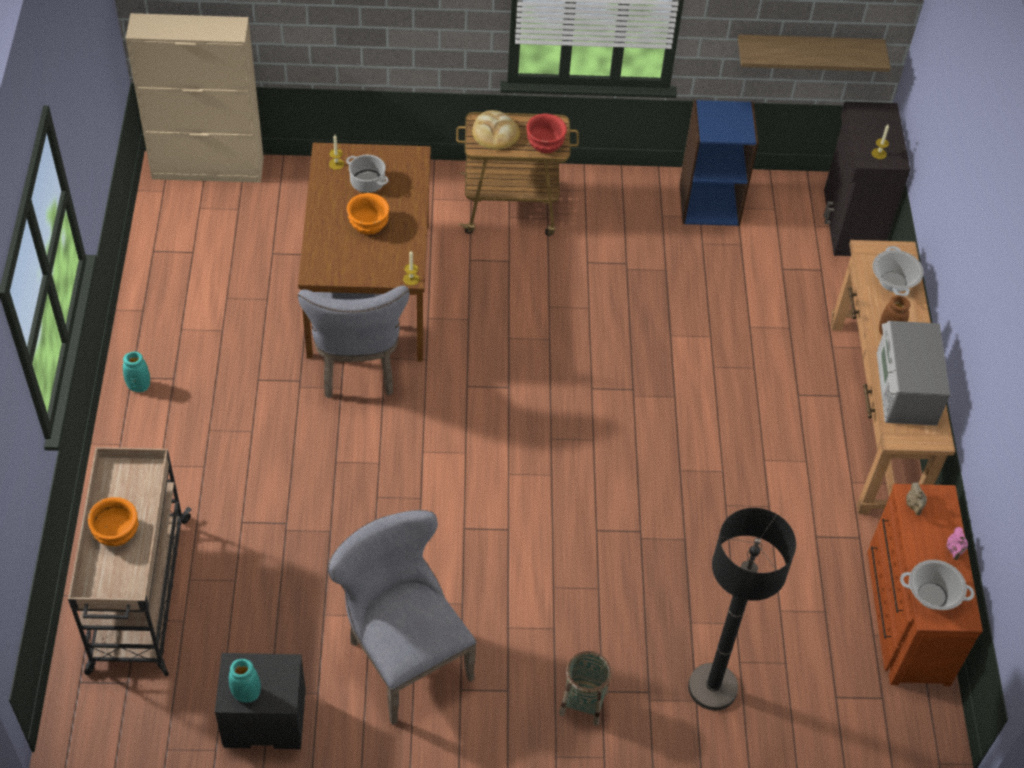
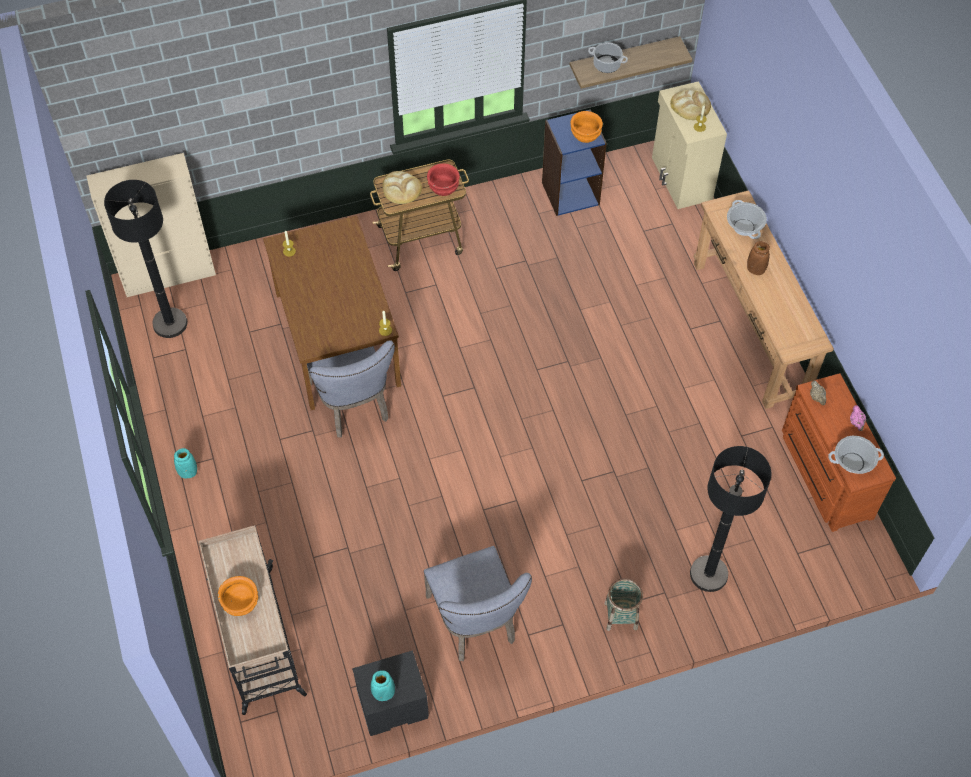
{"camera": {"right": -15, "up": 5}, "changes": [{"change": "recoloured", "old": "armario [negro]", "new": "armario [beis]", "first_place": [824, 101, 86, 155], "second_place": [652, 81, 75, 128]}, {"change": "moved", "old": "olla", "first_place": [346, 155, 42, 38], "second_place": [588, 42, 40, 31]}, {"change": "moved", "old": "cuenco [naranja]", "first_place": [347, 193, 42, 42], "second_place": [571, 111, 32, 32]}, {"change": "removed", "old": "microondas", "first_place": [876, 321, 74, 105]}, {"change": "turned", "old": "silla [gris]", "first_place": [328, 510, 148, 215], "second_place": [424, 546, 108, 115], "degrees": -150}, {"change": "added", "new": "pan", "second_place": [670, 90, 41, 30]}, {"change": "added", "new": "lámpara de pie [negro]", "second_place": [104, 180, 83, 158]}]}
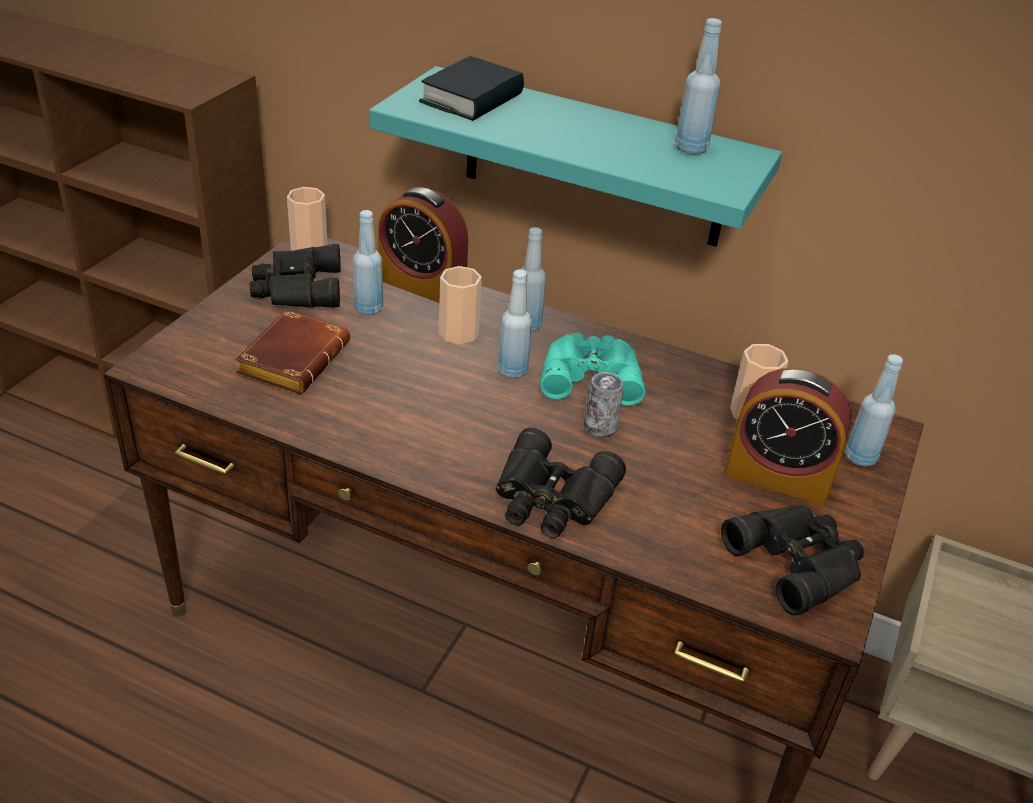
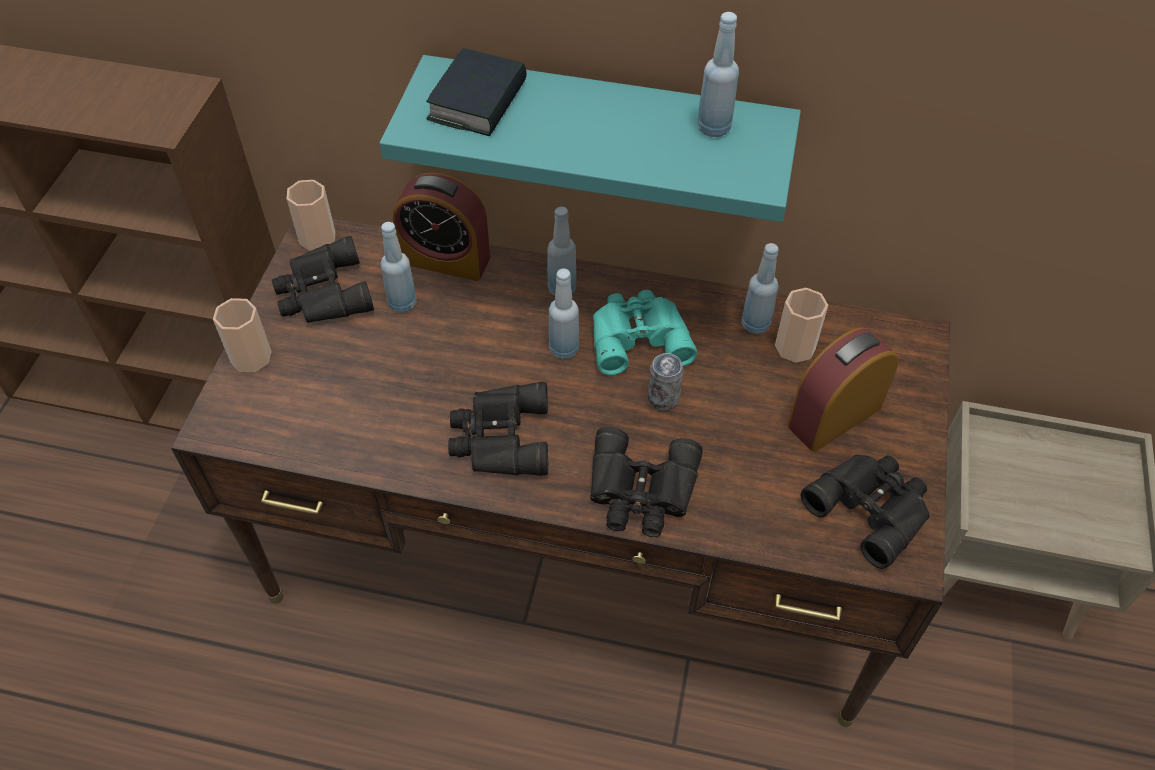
{"camera": {"right": -10, "up": 15}, "changes": [{"change": "moved", "old": "taza", "first_place": [439, 266, 43, 78], "second_place": [213, 298, 59, 74]}, {"change": "removed", "old": "libro [marrón]", "first_place": [235, 309, 115, 85]}, {"change": "moved", "old": "botella [azul]", "first_place": [845, 354, 58, 113], "second_place": [741, 243, 38, 91]}, {"change": "turned", "old": "despertador", "first_place": [724, 368, 127, 137], "second_place": [787, 328, 112, 124], "degrees": 135}, {"change": "added", "new": "prismáticos [negro]", "second_place": [448, 382, 100, 94]}]}
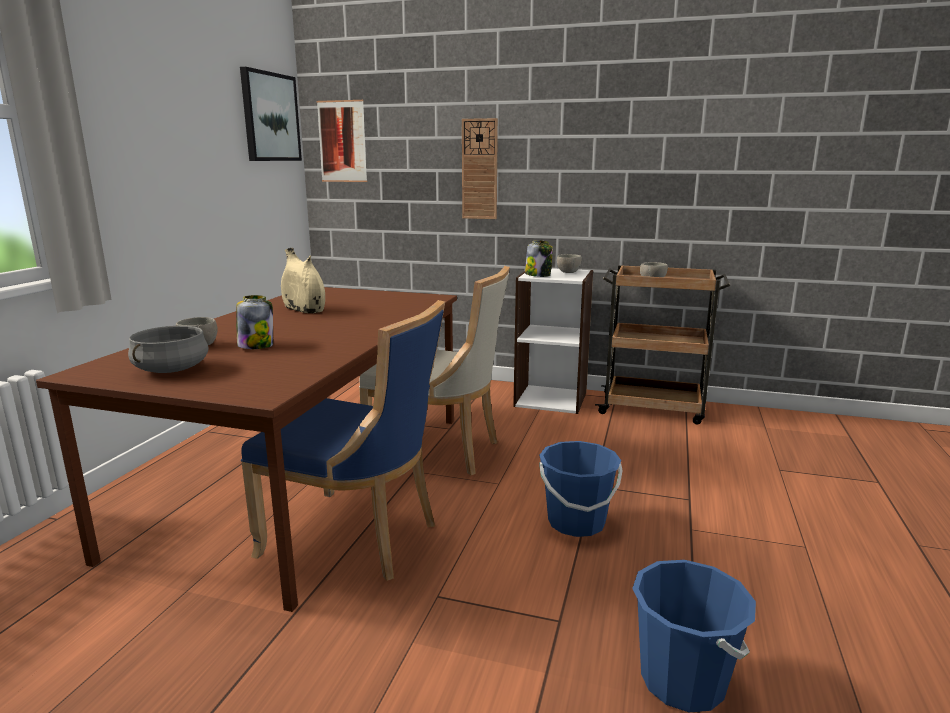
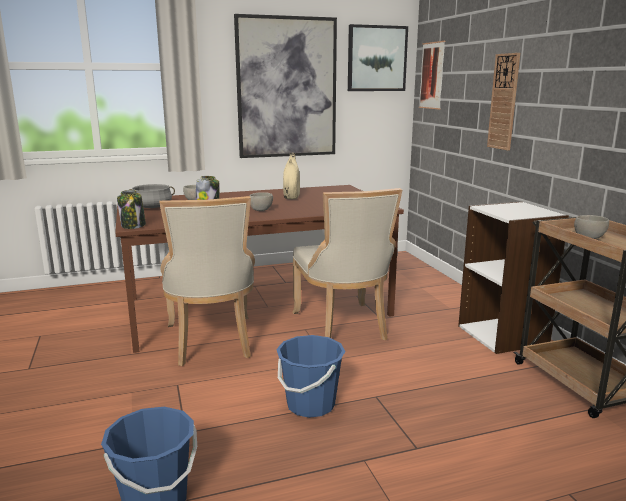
{"camera": {"right": 55, "up": 0}, "changes": [{"change": "moved", "old": "tarro", "first_place": [525, 240, 28, 37], "second_place": [117, 190, 29, 39]}, {"change": "moved", "old": "cuenco [gris]", "first_place": [557, 254, 25, 19], "second_place": [250, 192, 23, 19]}, {"change": "recoloured", "old": "silla [azul]", "new": "silla [beis]", "first_place": [241, 300, 204, 281], "second_place": [160, 196, 95, 170]}, {"change": "added", "new": "cuadro", "second_place": [234, 14, 103, 144]}]}
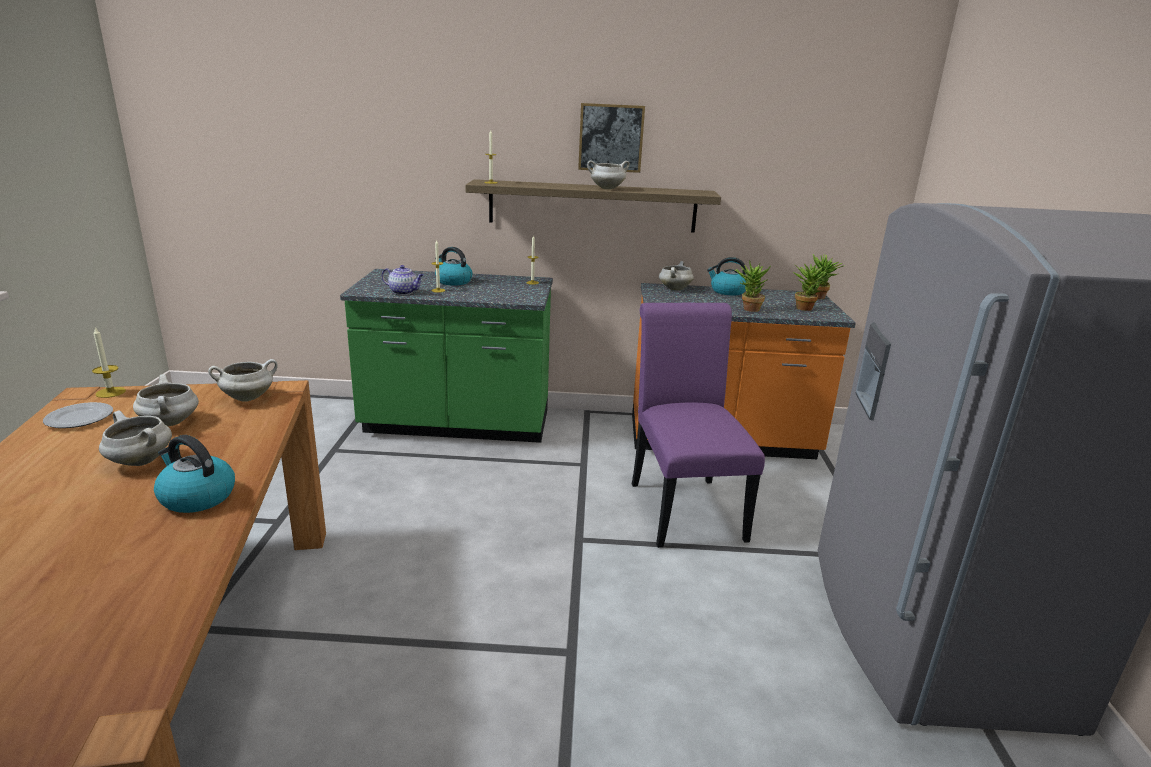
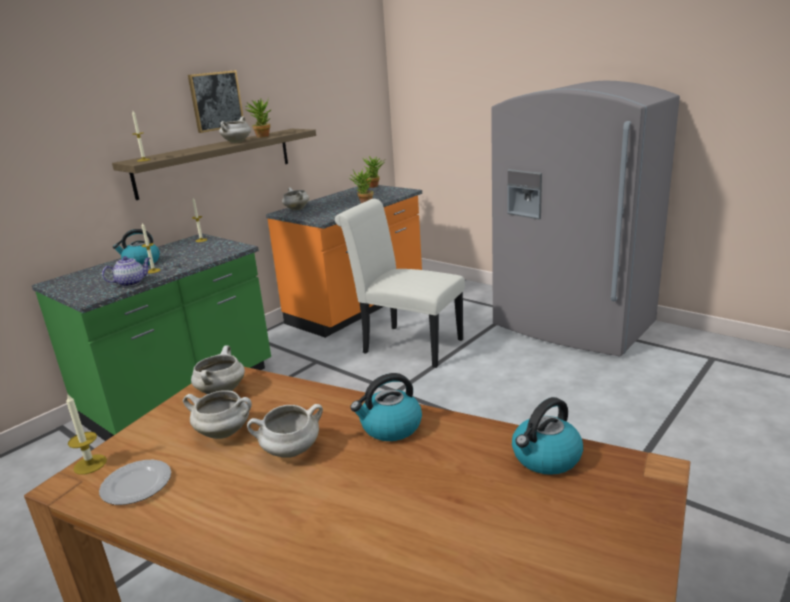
{"camera": {"right": -50, "up": 0}, "changes": [{"change": "moved", "old": "hervidor", "first_place": [707, 257, 39, 38], "second_place": [512, 397, 71, 78]}, {"change": "moved", "old": "planta en maceta", "first_place": [793, 264, 35, 47], "second_place": [244, 99, 28, 39]}, {"change": "recoloured", "old": "silla [morado]", "new": "silla [blanco]", "first_place": [632, 303, 133, 245], "second_place": [335, 199, 130, 169]}]}
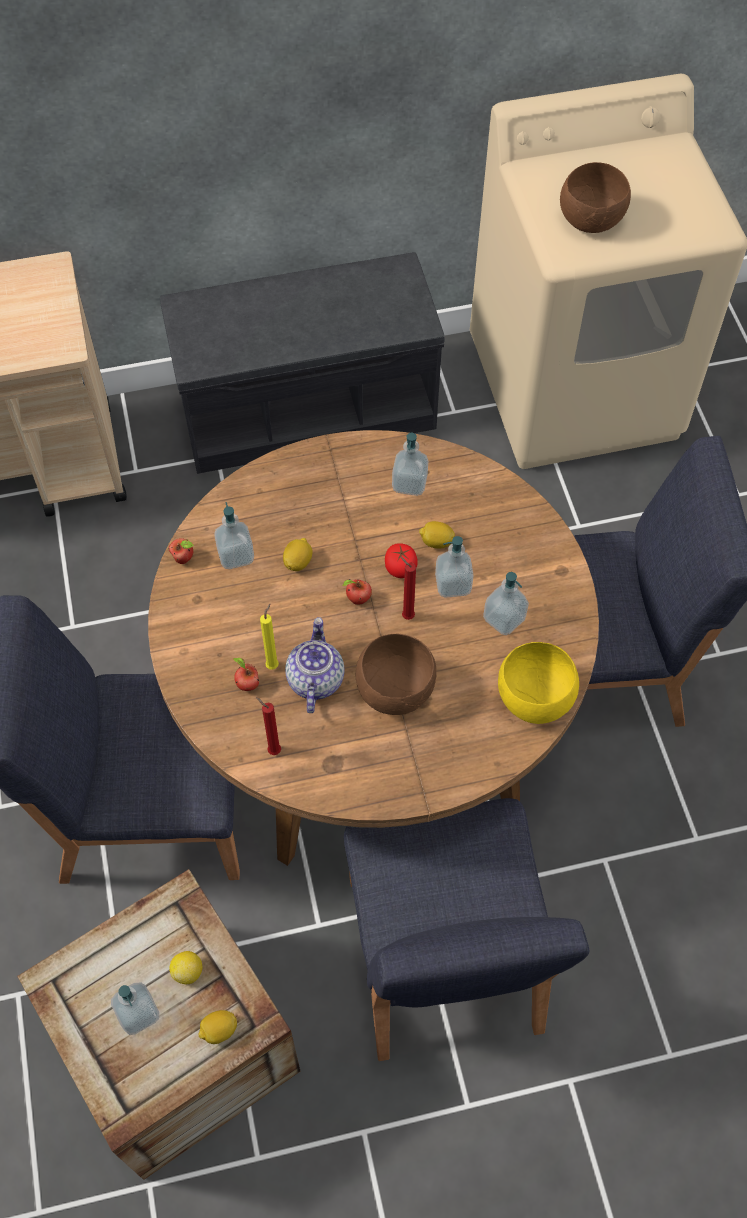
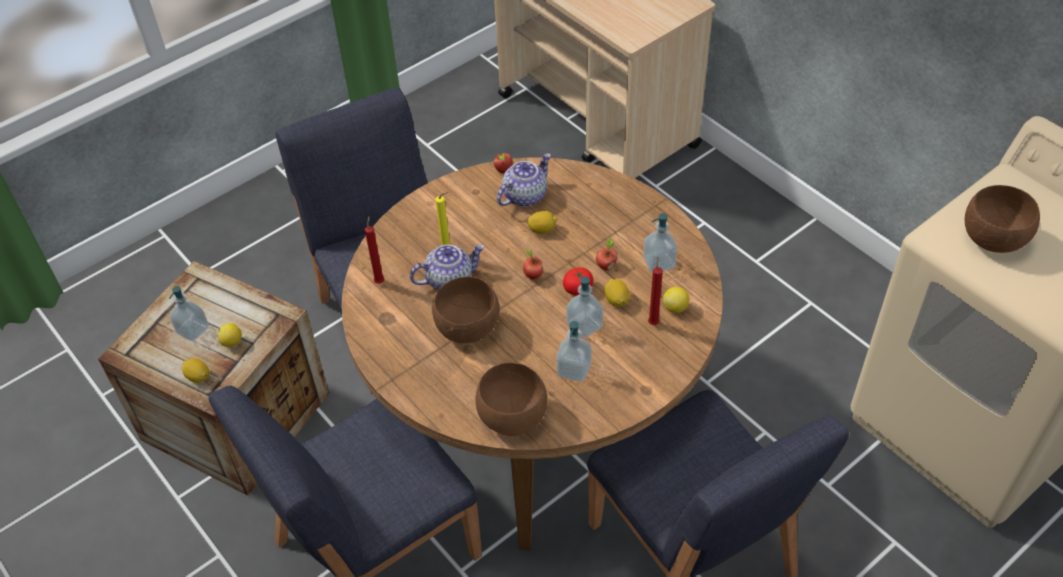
{"camera": {"right": 65, "up": -10}, "changes": [{"change": "removed", "old": "banco [gris]", "first_place": [160, 252, 285, 222]}, {"change": "replaced", "old": "dispensador de jabón", "new": "tetera", "first_place": [214, 502, 40, 67], "second_place": [497, 153, 54, 54]}, {"change": "moved", "old": "vela [rojo]", "first_place": [400, 556, 16, 64], "second_place": [648, 257, 15, 68]}, {"change": "recoloured", "old": "cuenco [amarillo]", "new": "cuenco [marrón]", "first_place": [498, 642, 81, 82], "second_place": [475, 362, 72, 74]}, {"change": "moved", "old": "manzana", "first_place": [233, 658, 26, 33], "second_place": [596, 238, 21, 33]}, {"change": "added", "new": "limón", "second_place": [663, 287, 27, 26]}]}
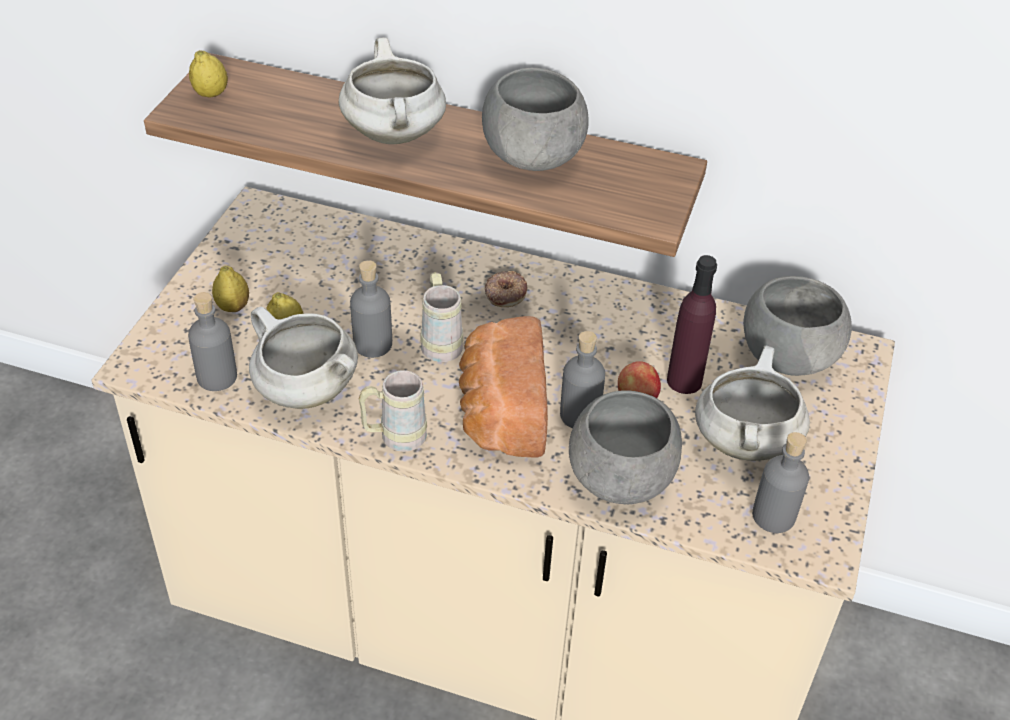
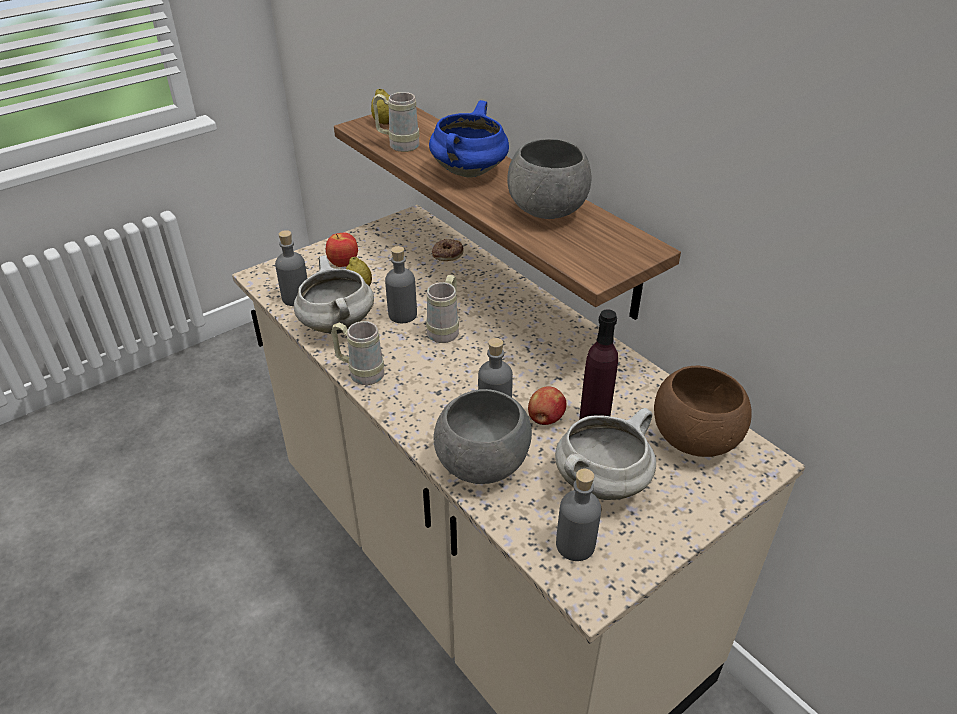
{"camera": {"right": 35, "up": -5}, "changes": [{"change": "recoloured", "old": "olla [blanco]", "new": "olla [azul]", "first_place": [339, 37, 107, 107], "second_place": [429, 100, 80, 77]}, {"change": "replaced", "old": "limón", "new": "manzana", "first_place": [212, 266, 37, 46], "second_place": [326, 233, 32, 34]}, {"change": "moved", "old": "rosquilla", "first_place": [485, 271, 42, 36], "second_place": [432, 239, 32, 22]}, {"change": "recoloured", "old": "cuenco [gris]", "new": "cuenco [marrón]", "first_place": [743, 276, 109, 100], "second_place": [654, 366, 98, 91]}, {"change": "removed", "old": "pan", "first_place": [459, 316, 89, 142]}, {"change": "added", "new": "taza grande [beis]", "second_place": [373, 92, 47, 60]}]}
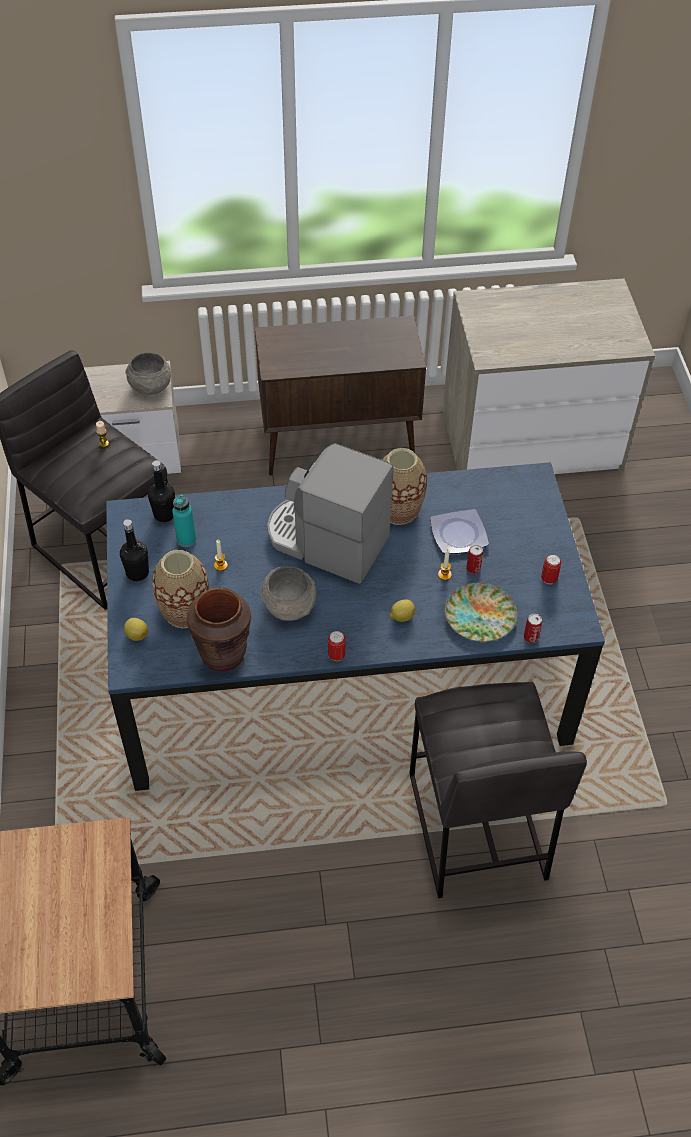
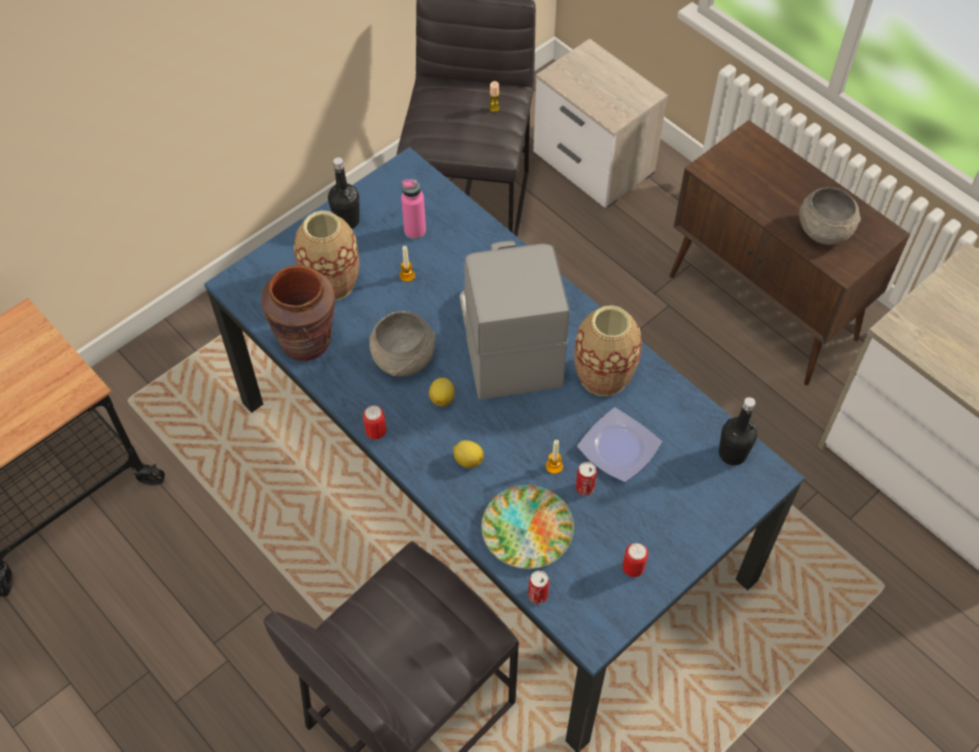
{"camera": {"right": 55, "up": 5}, "changes": [{"change": "moved", "old": "cuenco [gris]", "first_place": [125, 352, 46, 43], "second_place": [799, 187, 62, 58]}, {"change": "moved", "old": "botella [negro]", "first_place": [148, 460, 27, 62], "second_place": [719, 397, 38, 68]}, {"change": "recoloured", "old": "botella [turquesa]", "new": "botella [rosa]", "first_place": [172, 494, 24, 53], "second_place": [401, 179, 25, 61]}, {"change": "moved", "old": "limón", "first_place": [124, 618, 24, 23], "second_place": [429, 378, 26, 29]}]}
